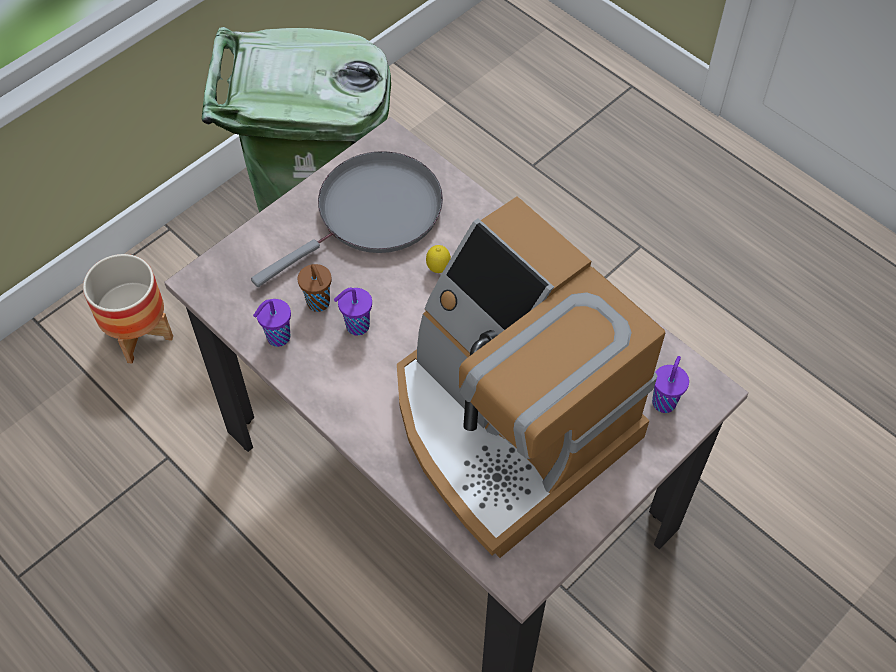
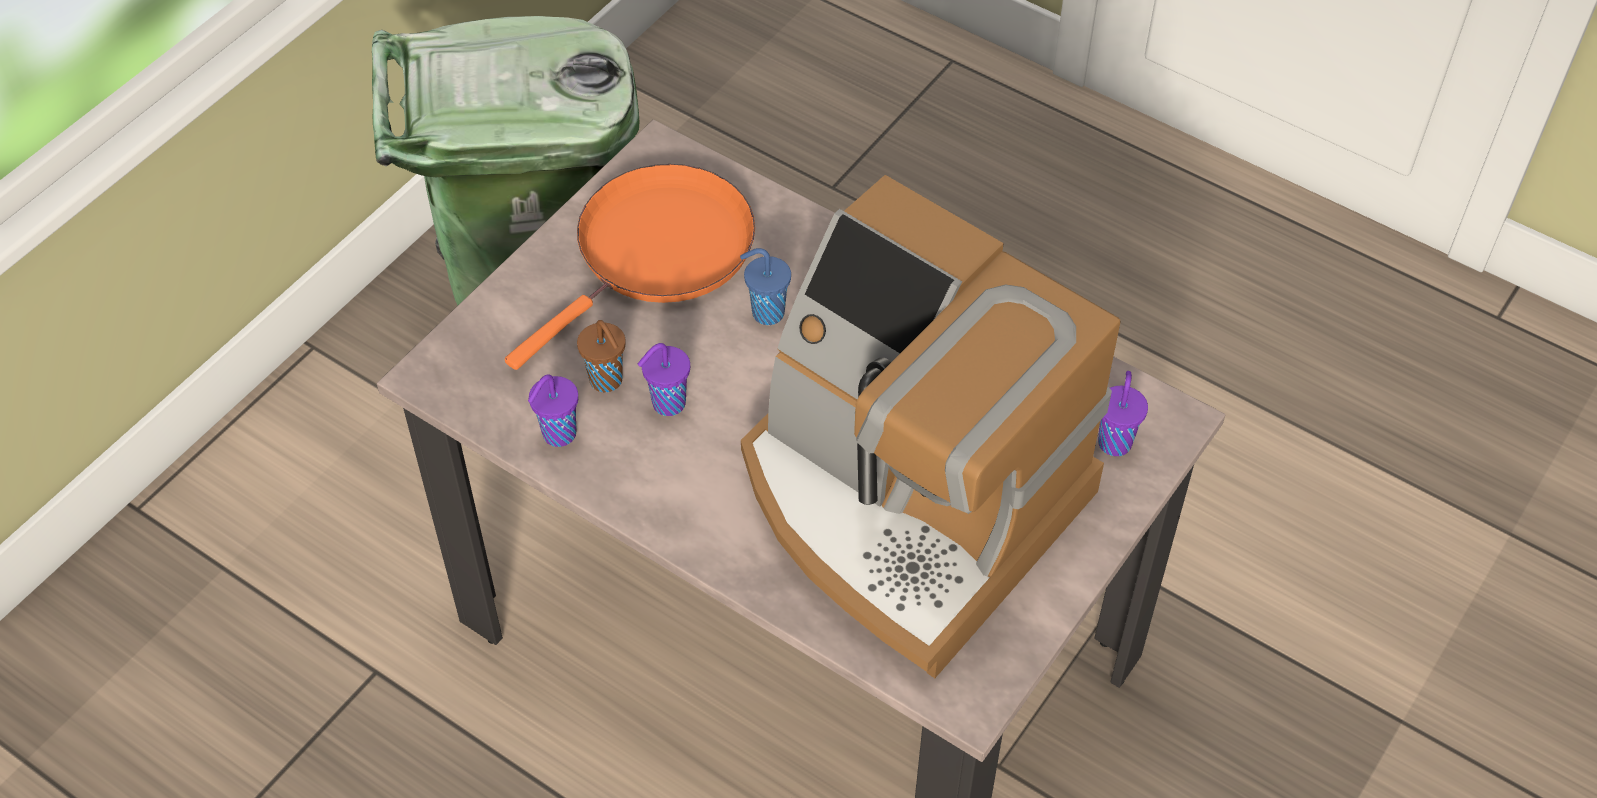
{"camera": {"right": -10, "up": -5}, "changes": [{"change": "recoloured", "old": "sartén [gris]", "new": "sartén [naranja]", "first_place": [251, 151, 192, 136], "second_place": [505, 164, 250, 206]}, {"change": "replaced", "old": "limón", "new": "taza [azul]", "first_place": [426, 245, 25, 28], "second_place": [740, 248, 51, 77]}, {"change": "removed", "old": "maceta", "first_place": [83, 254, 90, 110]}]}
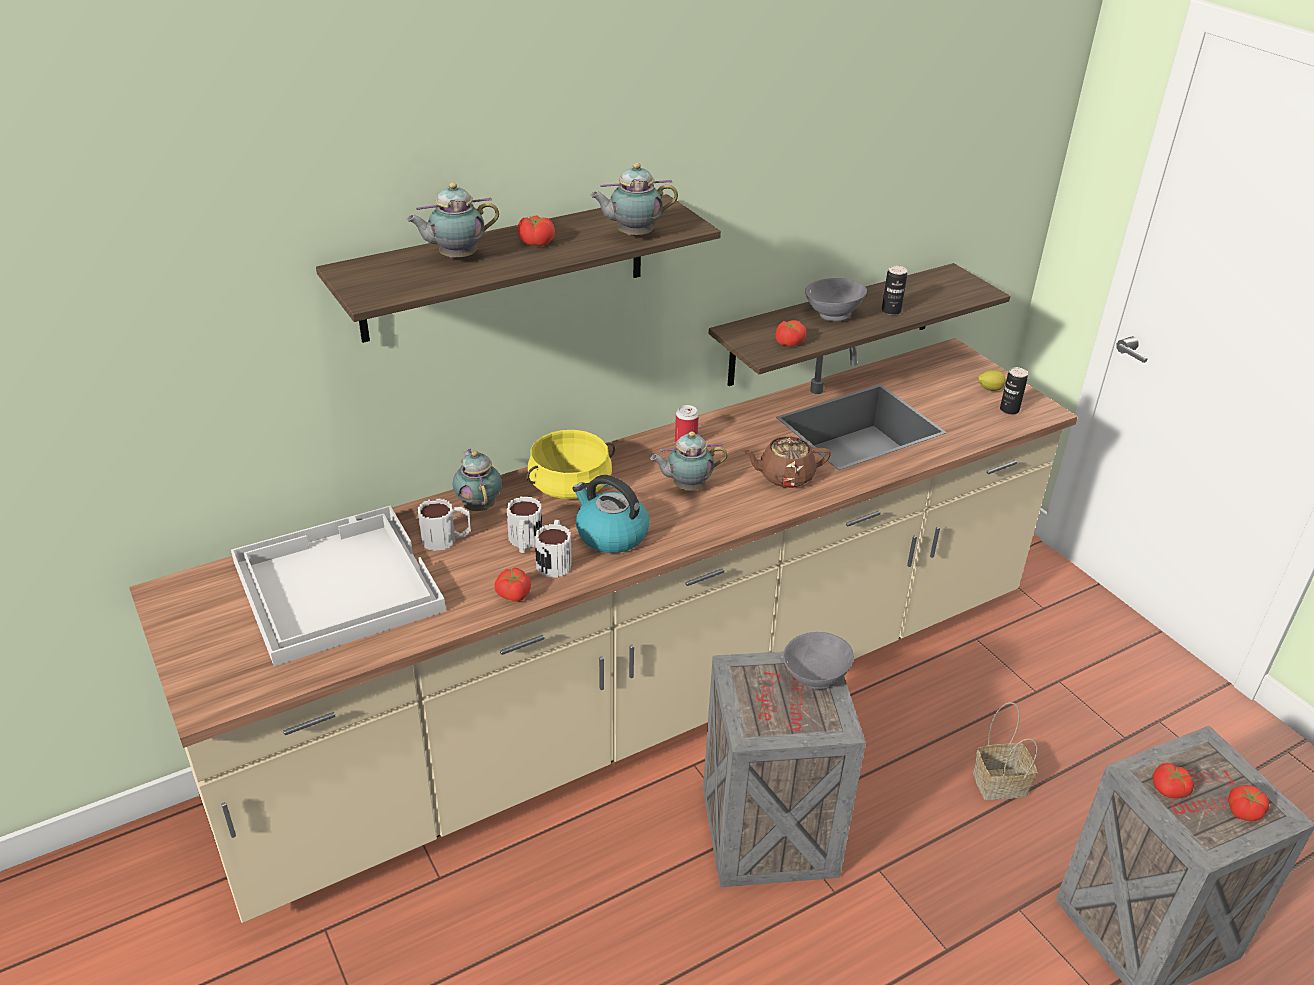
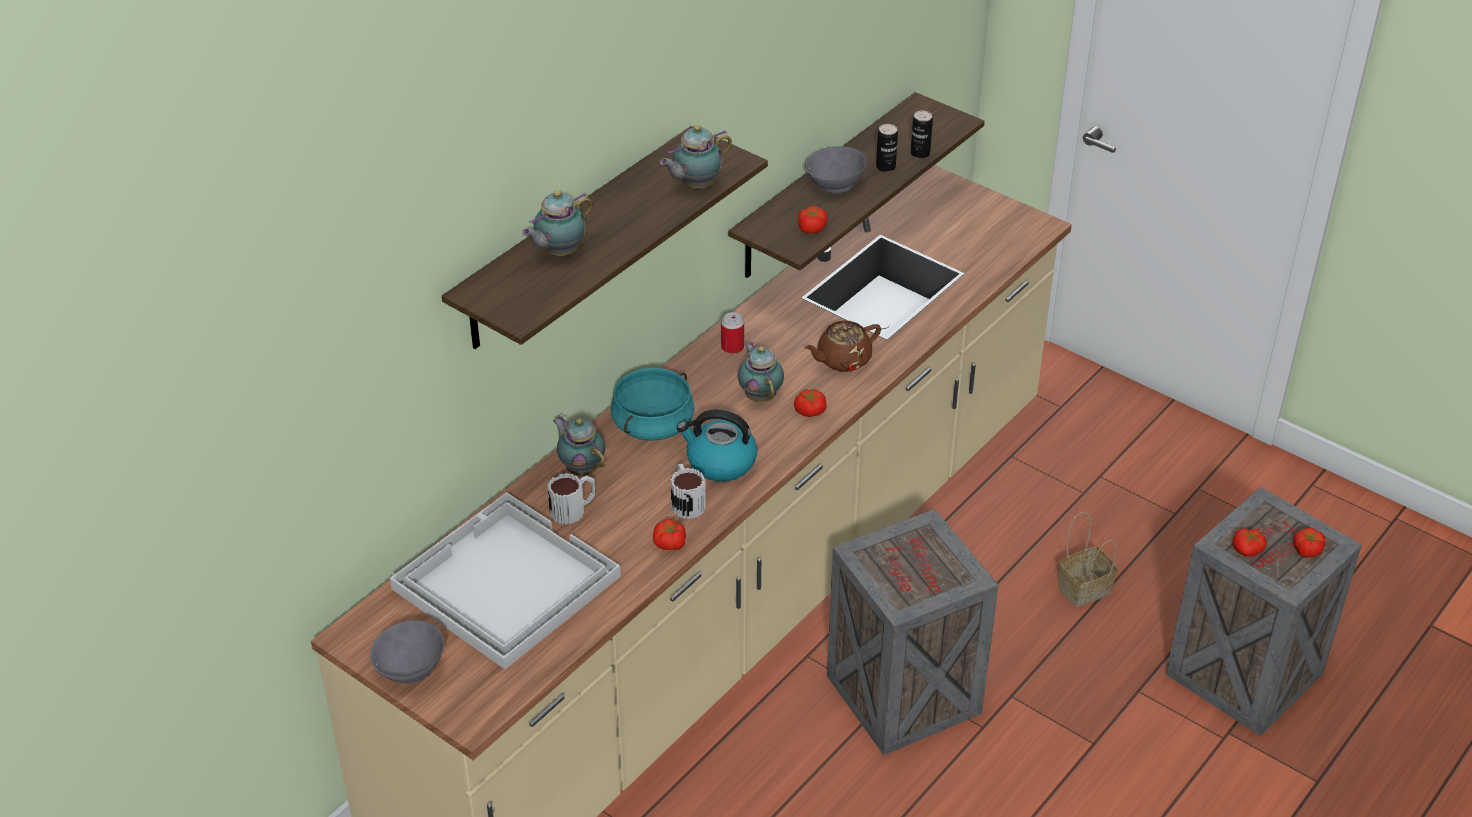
{"camera": {"right": -20, "up": 5}, "changes": [{"change": "moved", "old": "tomate", "first_place": [517, 215, 38, 31], "second_place": [794, 389, 33, 28]}, {"change": "moved", "old": "lata", "first_place": [1000, 367, 28, 48], "second_place": [911, 111, 22, 48]}, {"change": "removed", "old": "limón", "first_place": [978, 370, 28, 21]}, {"change": "recoloured", "old": "olla [amarillo]", "new": "olla [turquesa]", "first_place": [527, 430, 88, 69], "second_place": [611, 368, 84, 73]}, {"change": "turned", "old": "tetera", "first_place": [650, 432, 77, 58], "second_place": [738, 342, 46, 60], "degrees": 105}, {"change": "removed", "old": "taza grande", "first_place": [507, 497, 35, 56]}, {"change": "moved", "old": "cuenco [gris]", "first_place": [783, 632, 71, 58], "second_place": [370, 620, 74, 64]}]}
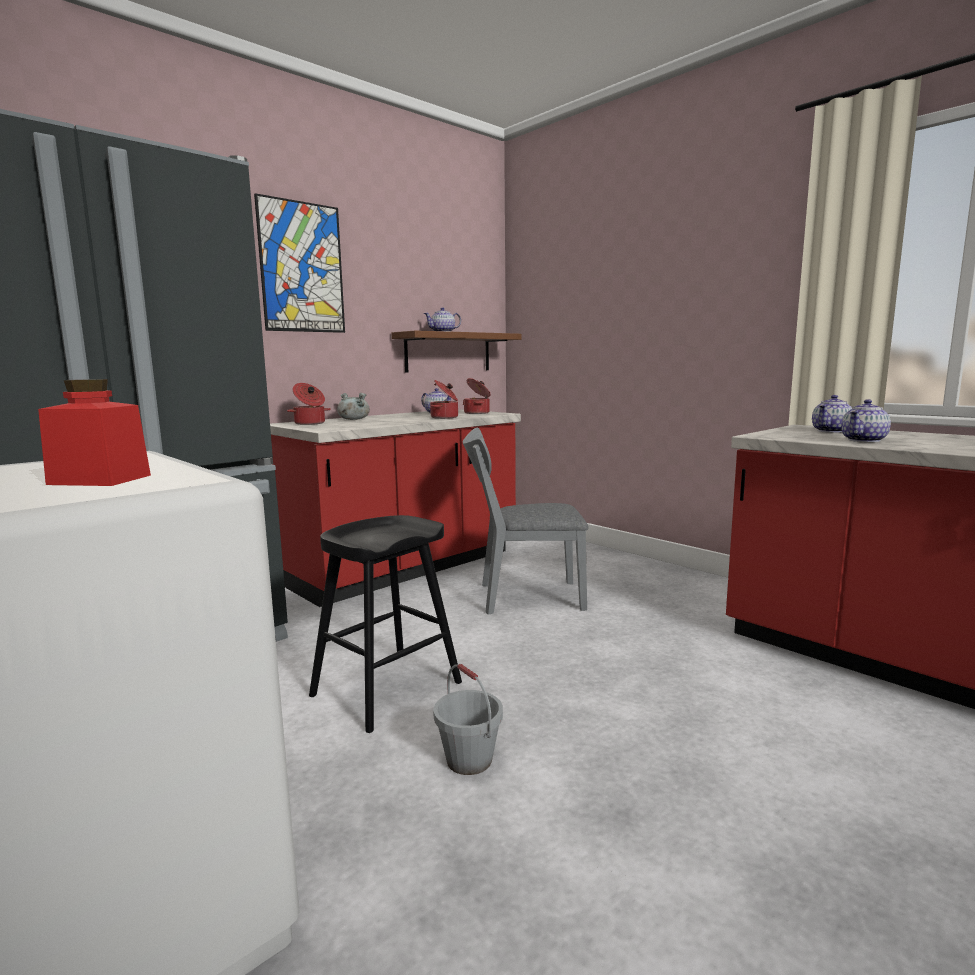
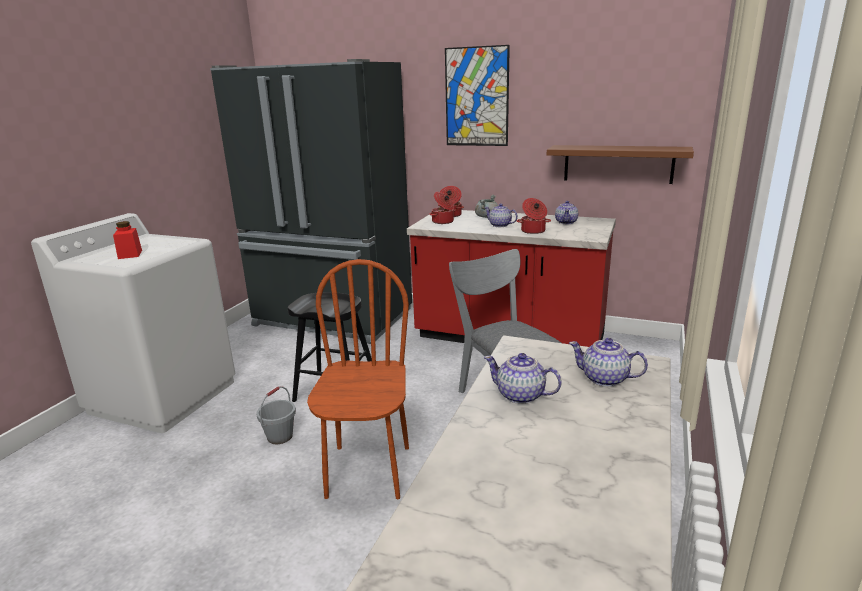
{"camera": {"right": 65, "up": 10}, "changes": [{"change": "moved", "old": "tetera", "first_place": [424, 307, 37, 25], "second_place": [484, 204, 34, 23]}, {"change": "moved", "old": "olla", "first_place": [463, 378, 28, 36], "second_place": [429, 192, 27, 32]}, {"change": "added", "new": "silla [marrón]", "second_place": [307, 259, 102, 240]}]}
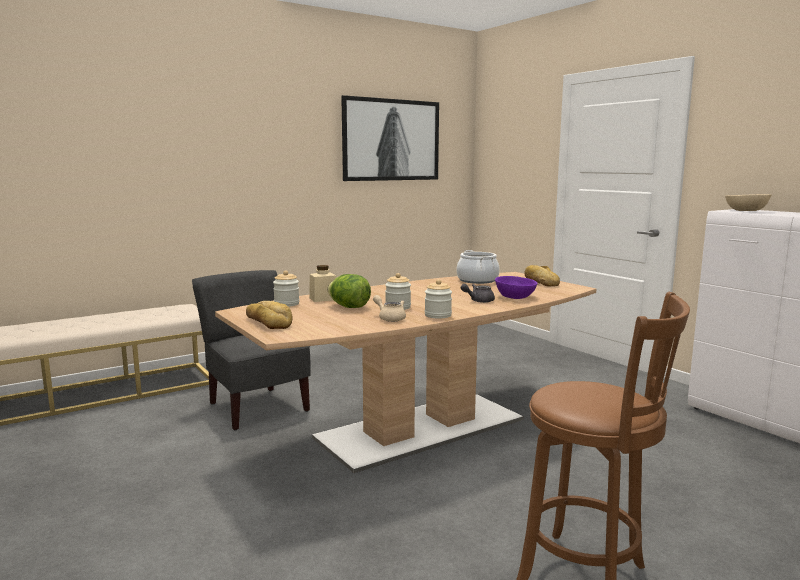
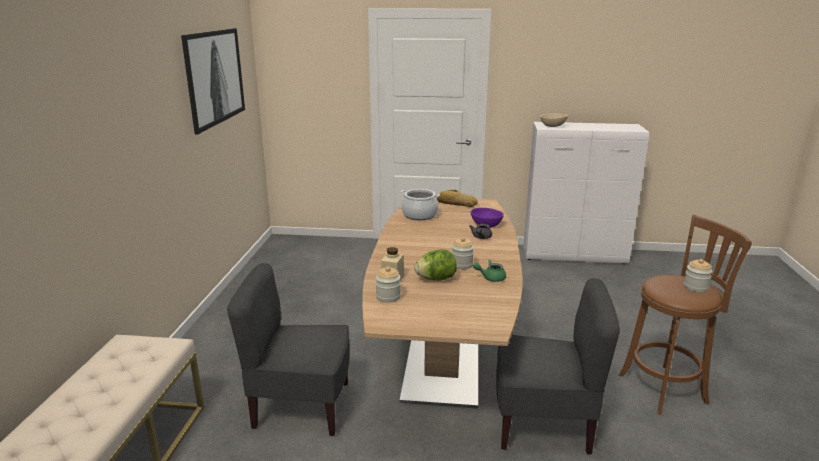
{"camera": {"right": -50, "up": 10}, "changes": [{"change": "moved", "old": "tarro", "first_place": [425, 279, 27, 40], "second_place": [684, 259, 28, 34]}, {"change": "recoloured", "old": "tetera [beis]", "new": "tetera [verde]", "first_place": [373, 295, 33, 27], "second_place": [473, 260, 33, 22]}, {"change": "removed", "old": "pan", "first_place": [246, 301, 46, 28]}, {"change": "added", "new": "silla [gris]", "second_place": [496, 279, 124, 175]}]}
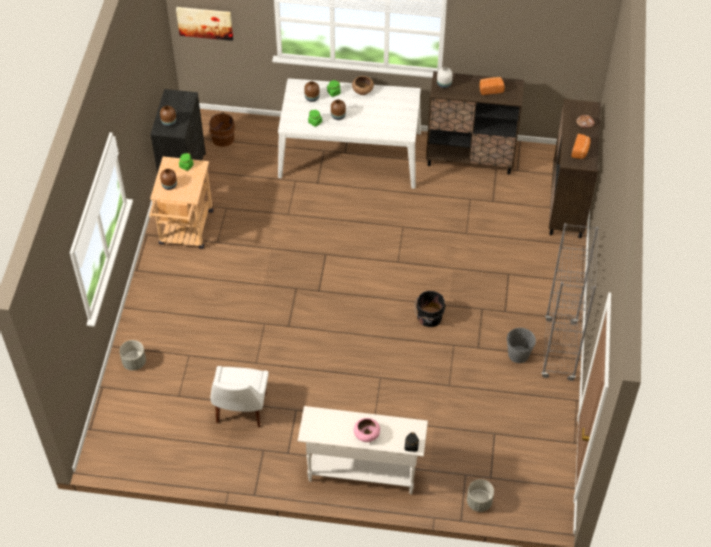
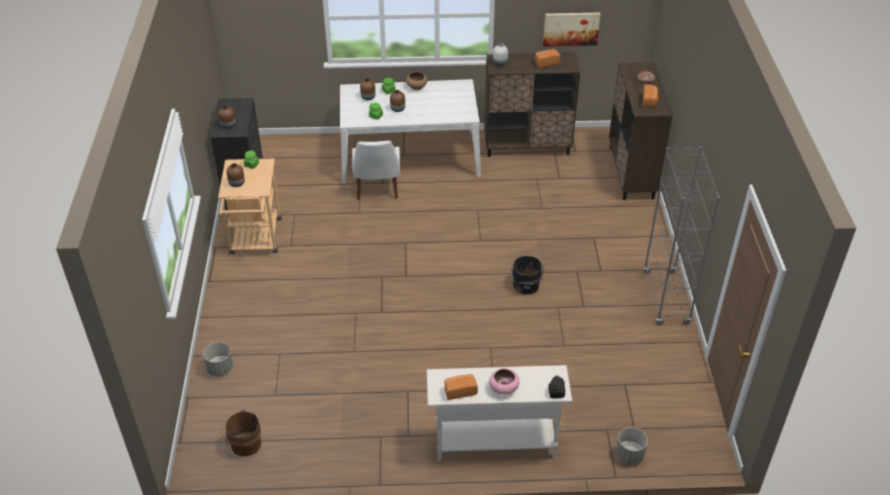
{"camera": {"right": -10, "up": -10}, "changes": [{"change": "moved", "old": "cuadro", "first_place": [176, 7, 57, 34], "second_place": [543, 13, 58, 33]}, {"change": "moved", "old": "cubo [marrón]", "first_place": [209, 112, 26, 35], "second_place": [226, 410, 35, 46]}, {"change": "removed", "old": "cubo [gris]", "first_place": [507, 328, 29, 35]}, {"change": "moved", "old": "silla [blanco]", "first_place": [211, 366, 58, 61], "second_place": [352, 141, 48, 59]}, {"change": "added", "new": "pan", "second_place": [444, 374, 34, 26]}]}
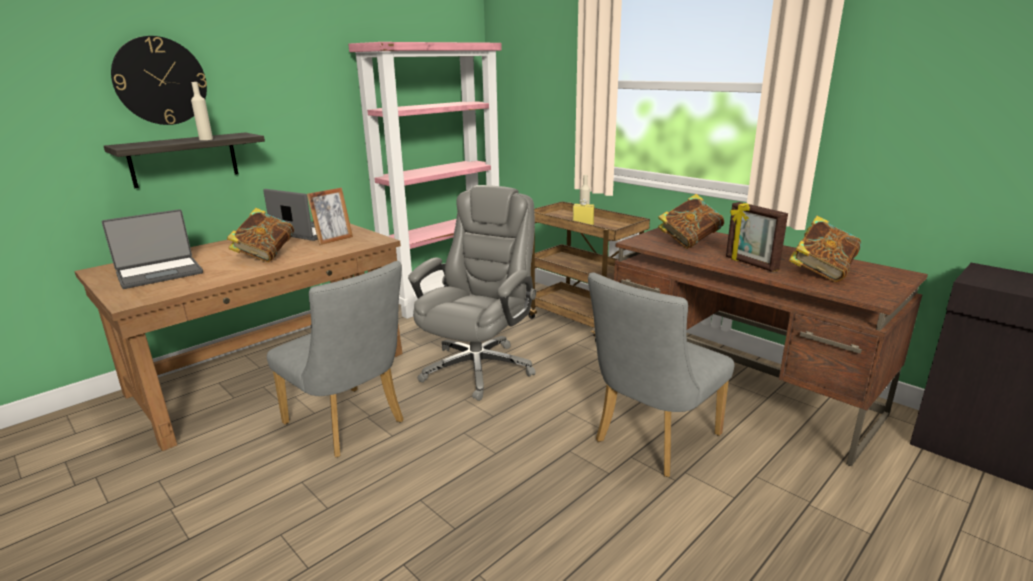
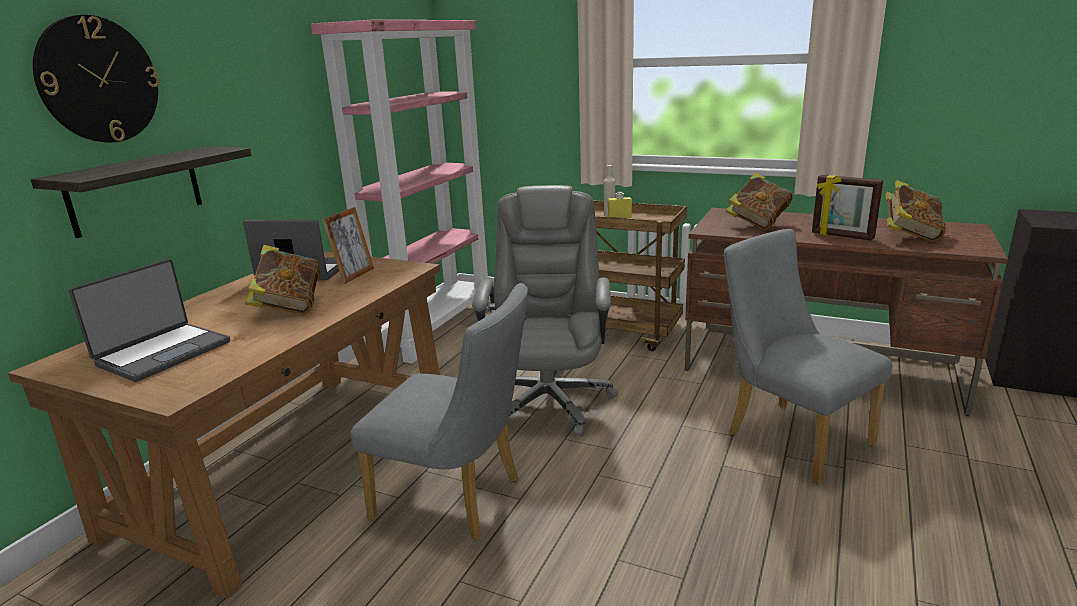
{"camera": {"right": -20, "up": 0}, "changes": [{"change": "removed", "old": "botella [beis]", "first_place": [191, 82, 22, 58]}, {"change": "turned", "old": "silla [gris]", "first_place": [588, 272, 146, 205], "second_place": [724, 229, 168, 255], "degrees": 120}]}
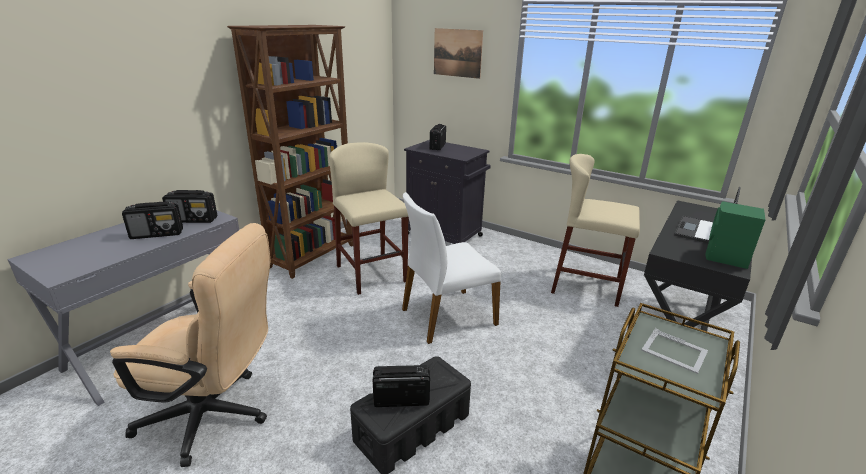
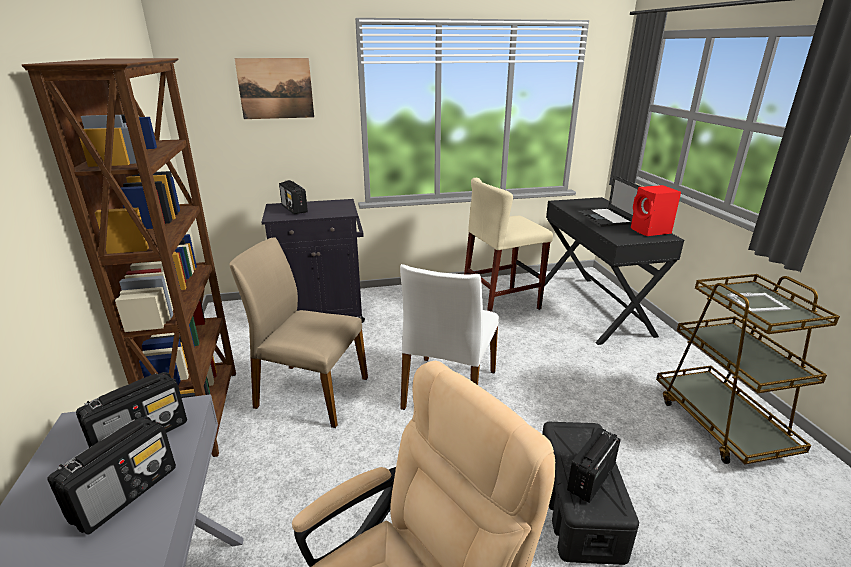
{"camera": {"right": -45, "up": 0}, "changes": [{"change": "replaced", "old": "taburete [beis]", "new": "silla [beis]", "first_place": [329, 142, 79, 153], "second_place": [229, 237, 139, 191]}, {"change": "recoloured", "old": "altavoz [verde]", "new": "altavoz [rojo]", "first_place": [705, 201, 60, 68], "second_place": [631, 185, 50, 51]}]}
